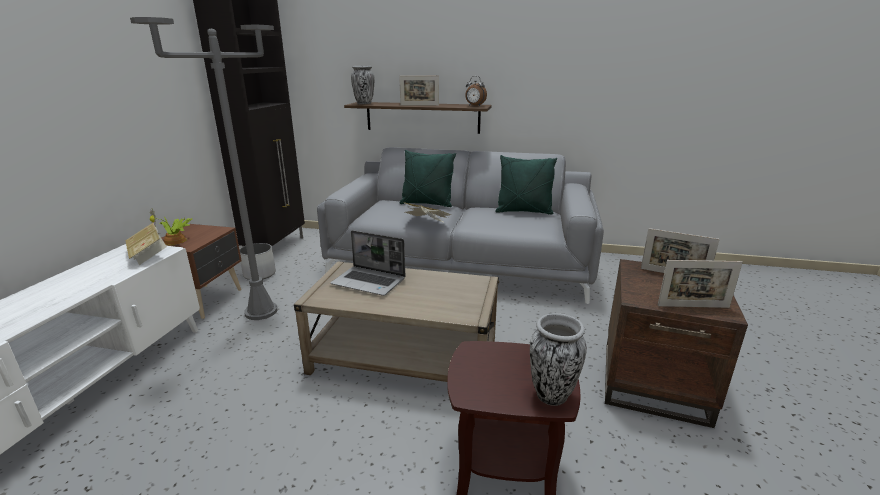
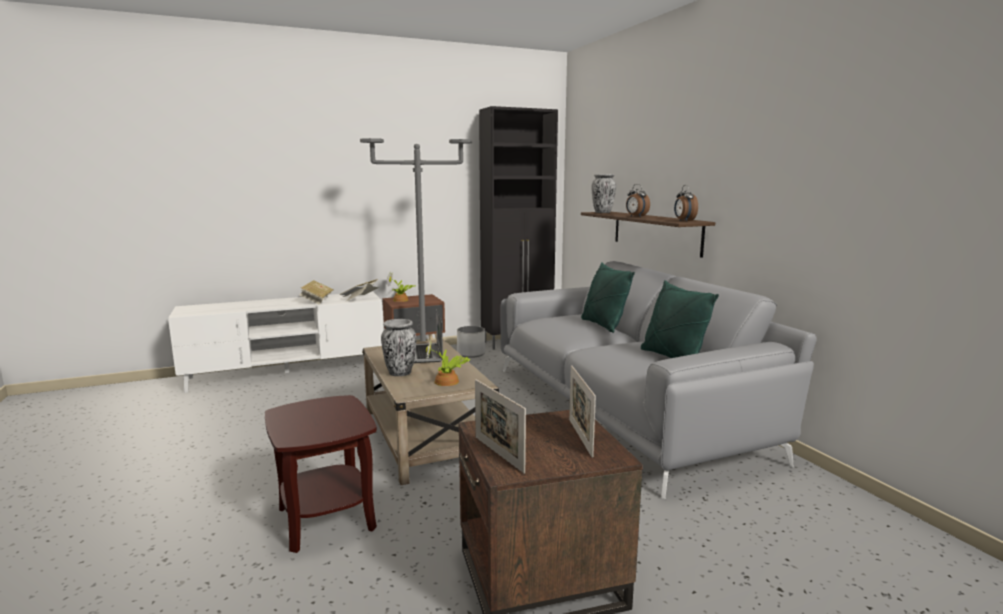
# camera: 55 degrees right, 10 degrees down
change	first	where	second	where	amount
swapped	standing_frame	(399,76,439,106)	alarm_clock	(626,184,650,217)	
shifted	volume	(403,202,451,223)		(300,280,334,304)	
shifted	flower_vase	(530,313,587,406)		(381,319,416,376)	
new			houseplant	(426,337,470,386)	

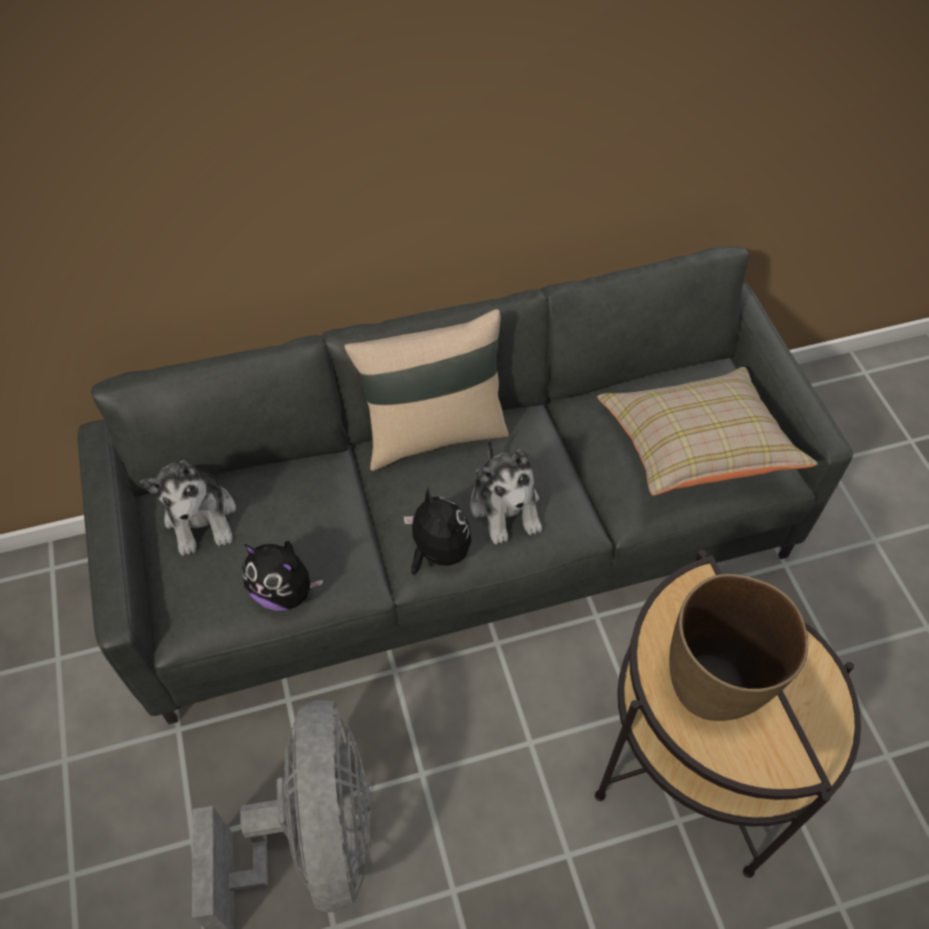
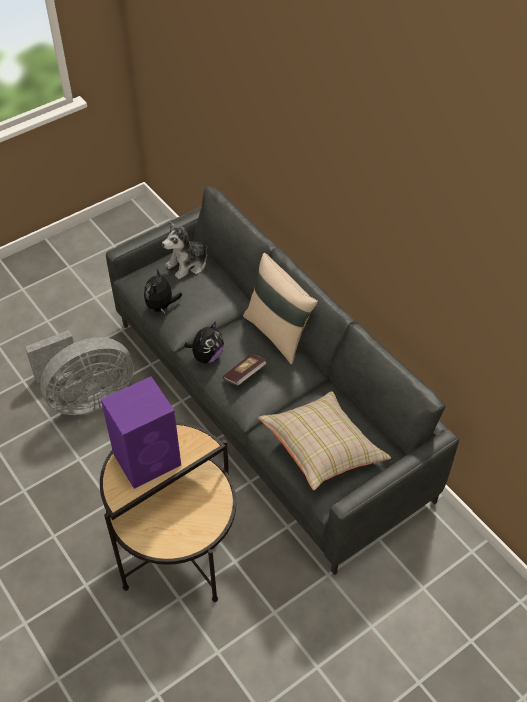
# camera: 70 degrees right, 5 degrees down
change	first	where	second	where	amount
swapped	plush_toy	(470,437,542,545)	volume	(223,354,267,386)	
swapped	brown_flower_vase	(669,574,808,721)	purplish_loudspeaker	(101,376,181,489)	

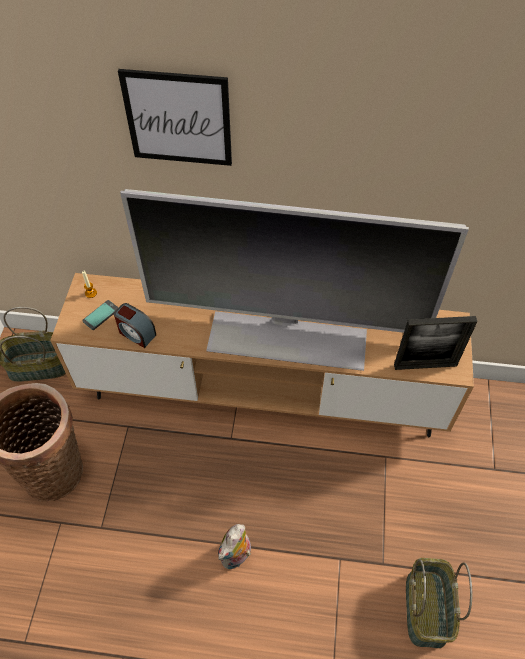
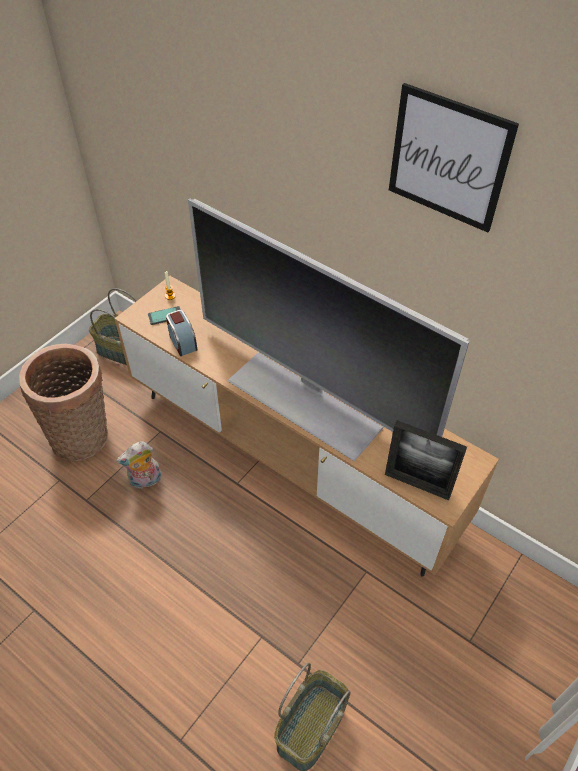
# camera: 30 degrees right, 5 degrees down
change	first	where	second	where	amount
shifted	wall_picture	(118,69,232,166)		(389,83,519,232)	
shifted	plush_toy	(218,524,251,570)		(116,441,161,489)	

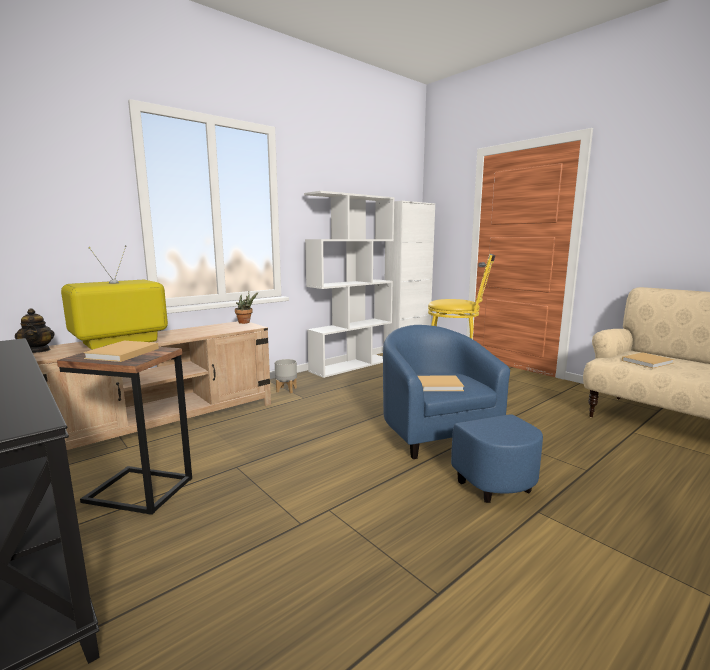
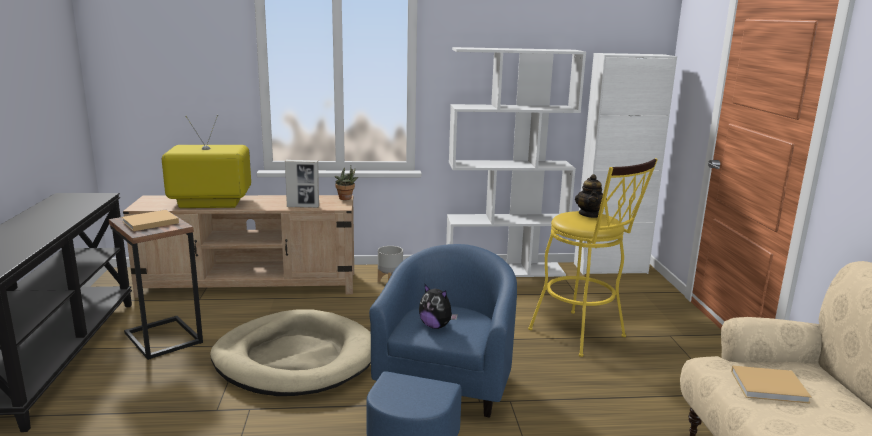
# camera: 35 degrees right, 5 degrees up
change	first	where	second	where	amount
shifted	teapot	(15,308,55,353)		(575,174,607,218)	
swapped	sand-coloured_volume	(418,376,464,391)	plush_toy	(419,284,458,329)	
new			sand-coloured_dog_bed	(210,310,371,396)	
new			standing_frame	(285,160,319,208)	

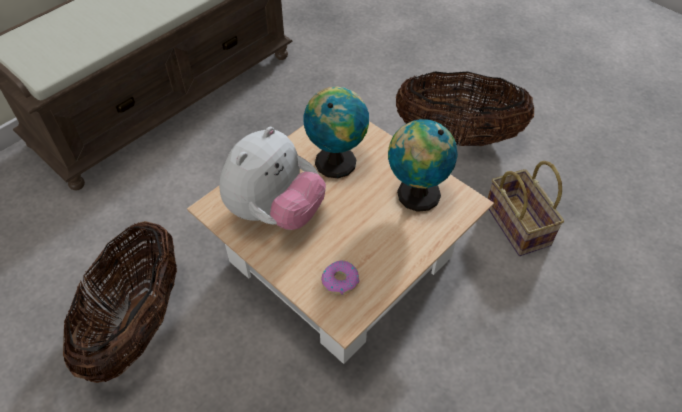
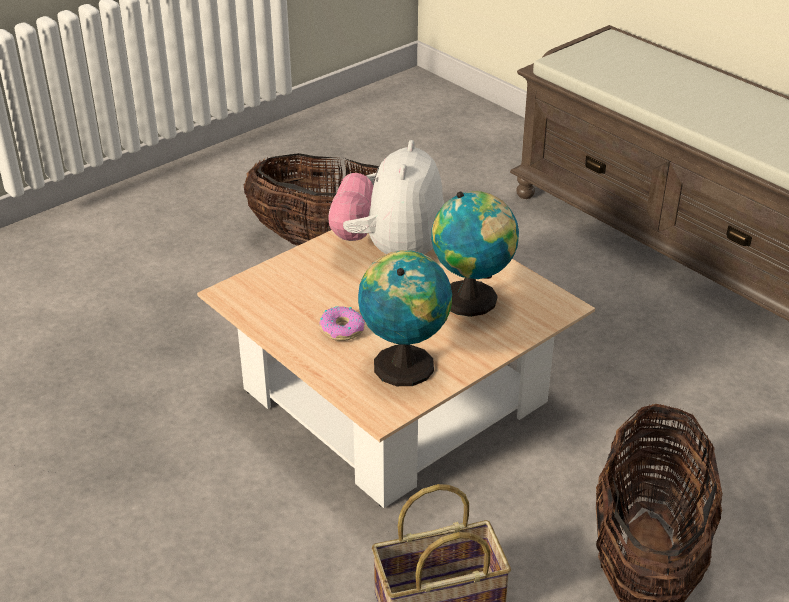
# camera: 95 degrees right, 15 degrees down
change	first	where	second	where	amount
rotated	plush_toy	(219,127,326,230)		(328,140,444,254)	60 degrees clockwise
shifted	donut	(321,261,360,295)		(320,306,365,341)	

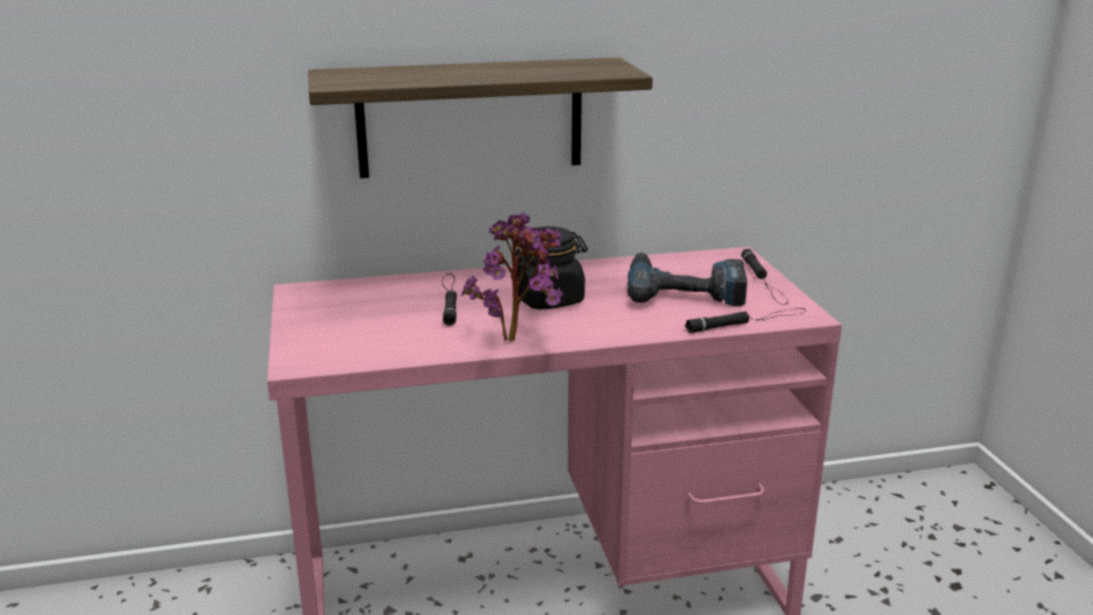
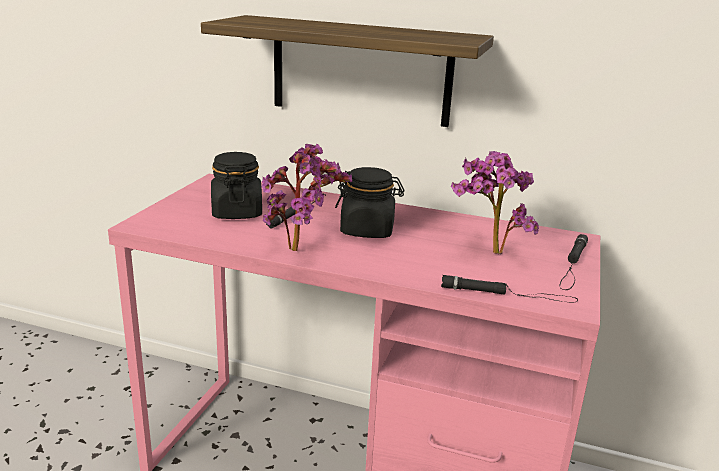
# camera: 30 degrees right, 0 degrees up
change	first	where	second	where	amount
swapped	power_drill	(627,252,747,306)	houseplant	(451,151,539,254)	
new			blackish_preserve_jar	(211,152,262,219)	

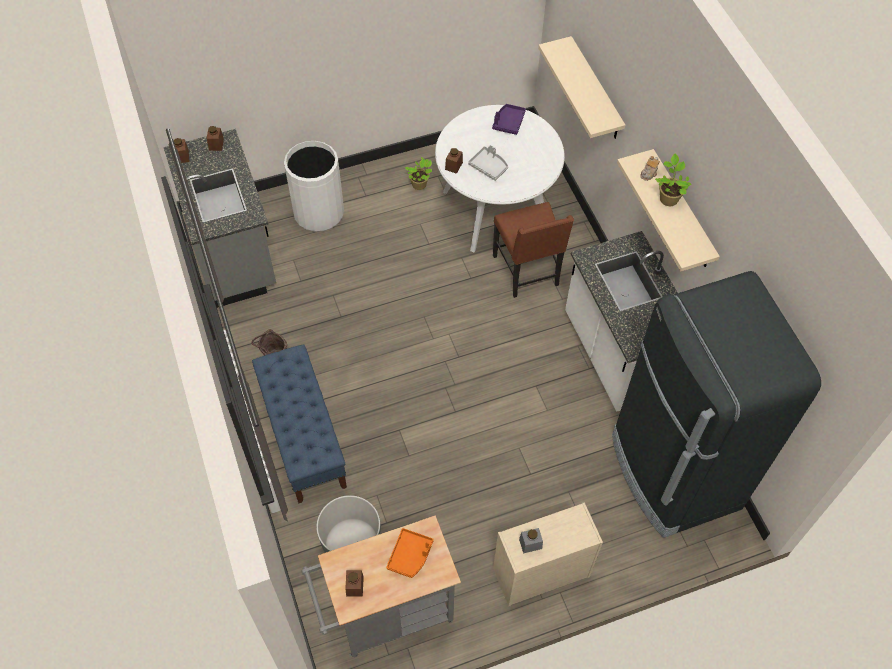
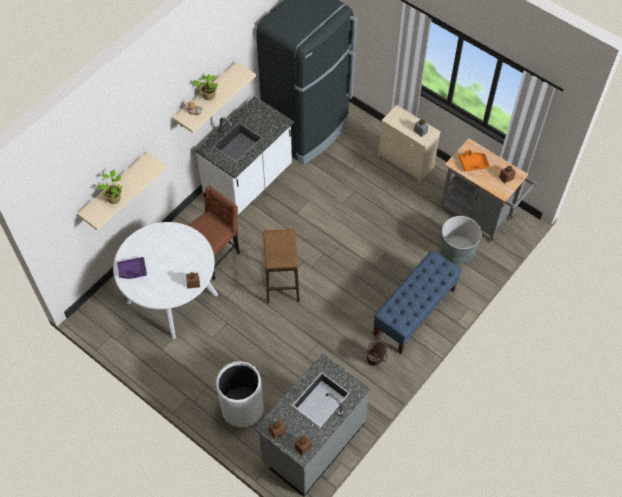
# camera: 120 degrees left, 0 degrees up
change	first	where	second	where	amount
shifted	houseplant	(405,157,432,190)		(97,169,122,204)	
gone	greyish_serving_tray	(468,145,508,181)			
new			sitting_stool	(263,229,300,303)	

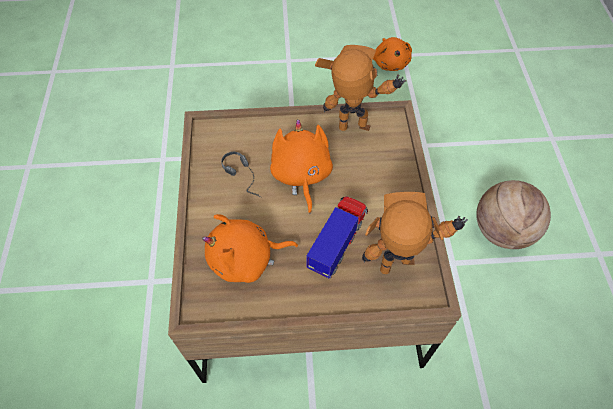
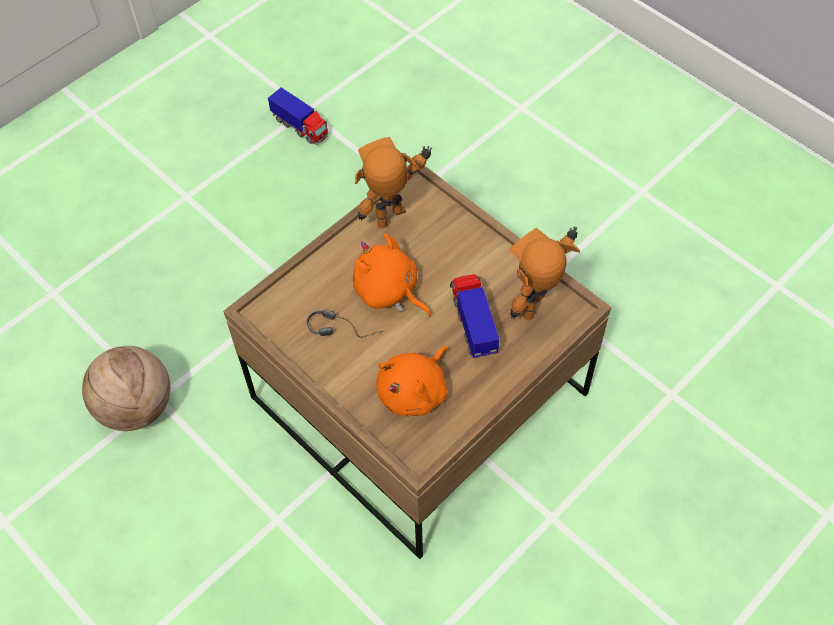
# camera: 40 degrees left, 0 degrees up
change	first	where	second	where	amount
swapped	orange_plush_toy	(373,37,412,71)	model_truck	(268,87,328,145)	
shifted	basketball_ball	(476,180,551,249)		(82,346,170,431)	

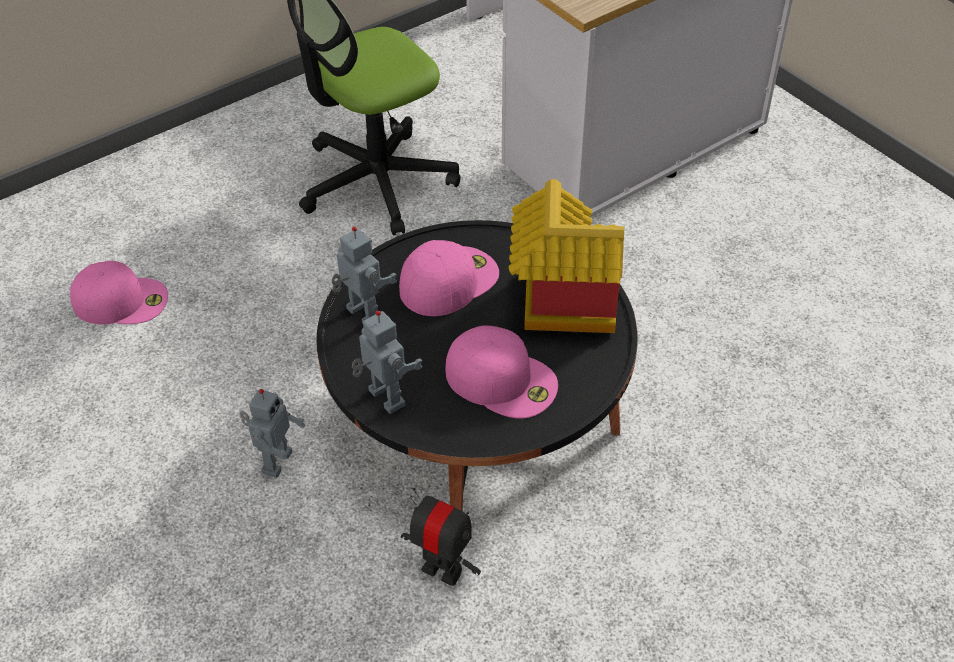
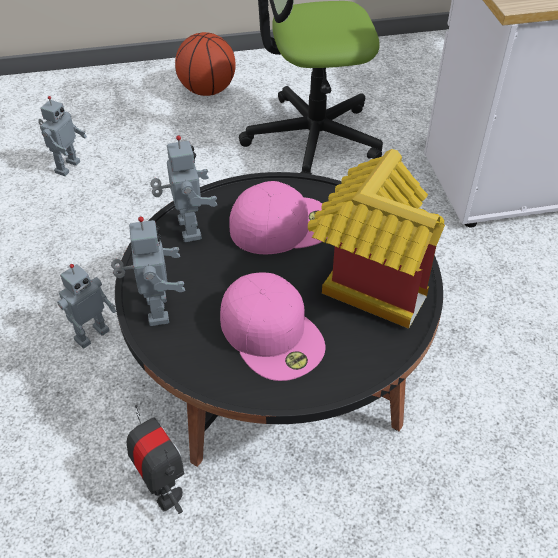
# camera: 25 degrees right, 0 degrees up
change	first	where	second	where	amount
swapped	pink-coloured_peaked_cap	(70,261,168,324)	toy_robot	(38,96,87,176)	
new			basketball_ball	(175,32,236,96)	

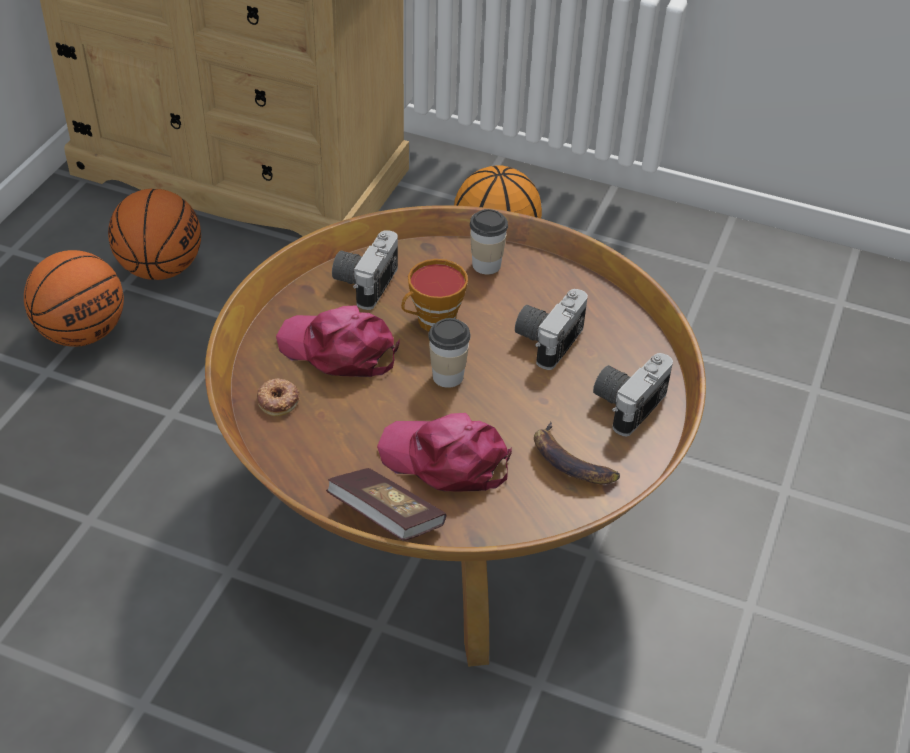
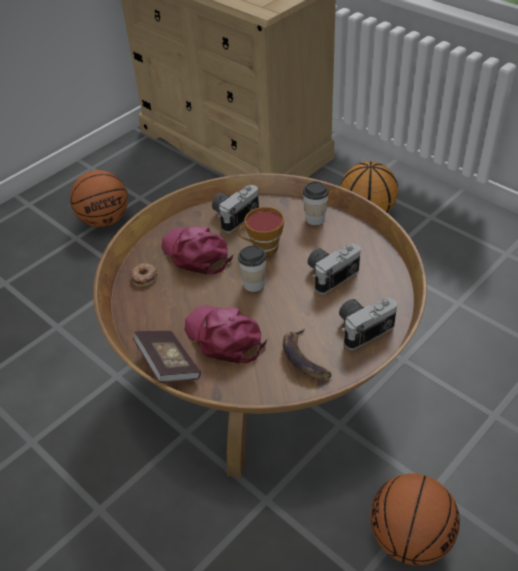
# camera: 25 degrees right, 0 degrees up
change	first	where	second	where	amount
shifted	basketball_ball	(108,189,201,280)		(370,473,460,565)	

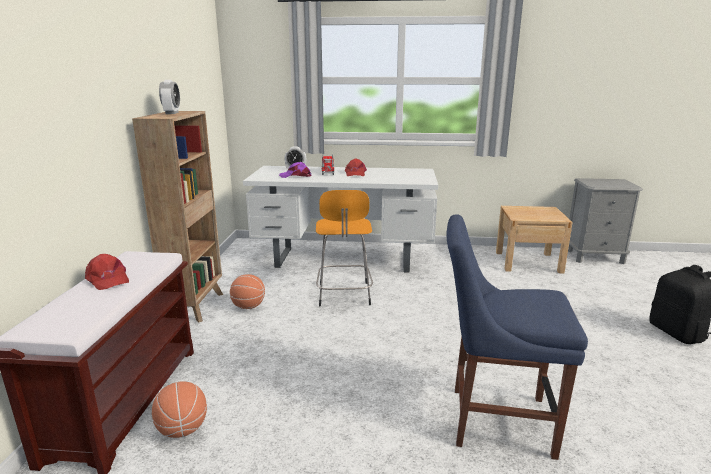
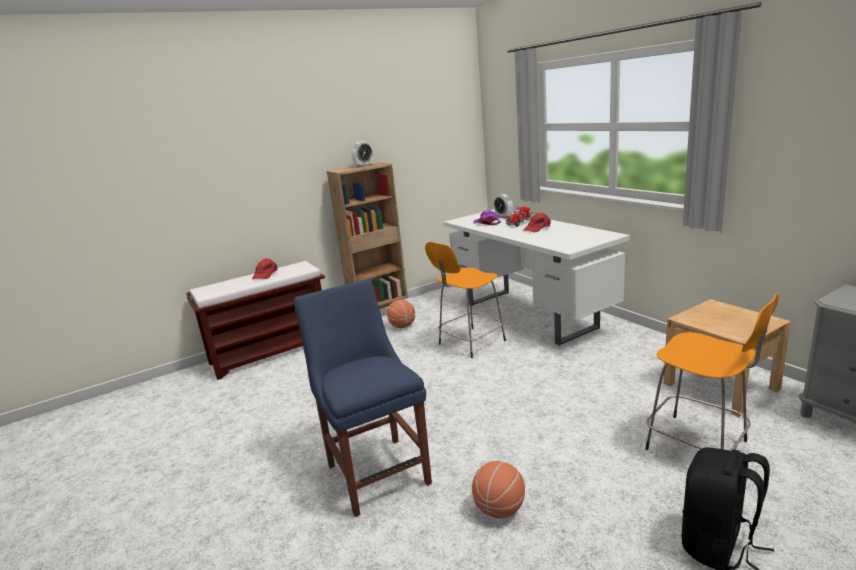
# camera: 55 degrees right, 0 degrees up
change	first	where	second	where	amount
shifted	basketball_ball	(152,382,207,438)		(472,461,525,518)	
new			orange_sitting_stool	(645,294,779,451)	

